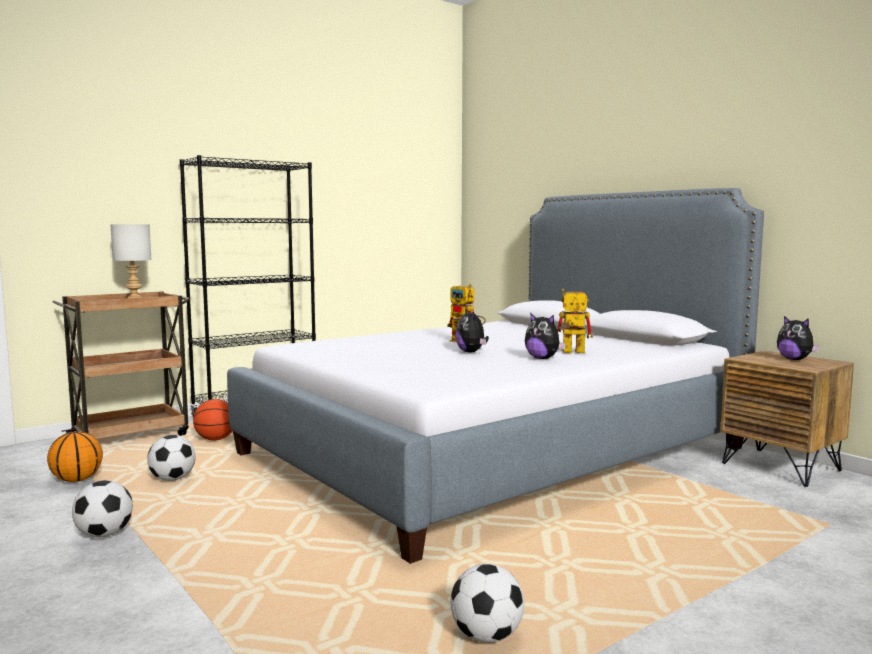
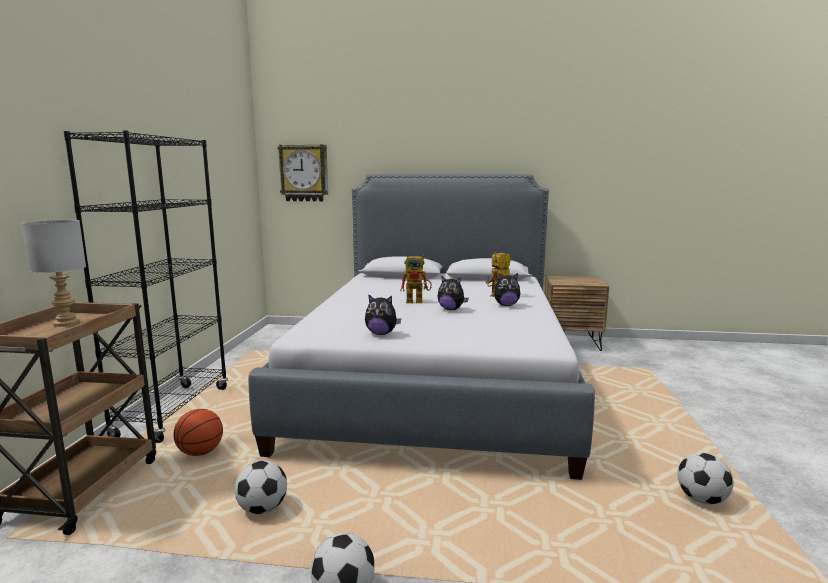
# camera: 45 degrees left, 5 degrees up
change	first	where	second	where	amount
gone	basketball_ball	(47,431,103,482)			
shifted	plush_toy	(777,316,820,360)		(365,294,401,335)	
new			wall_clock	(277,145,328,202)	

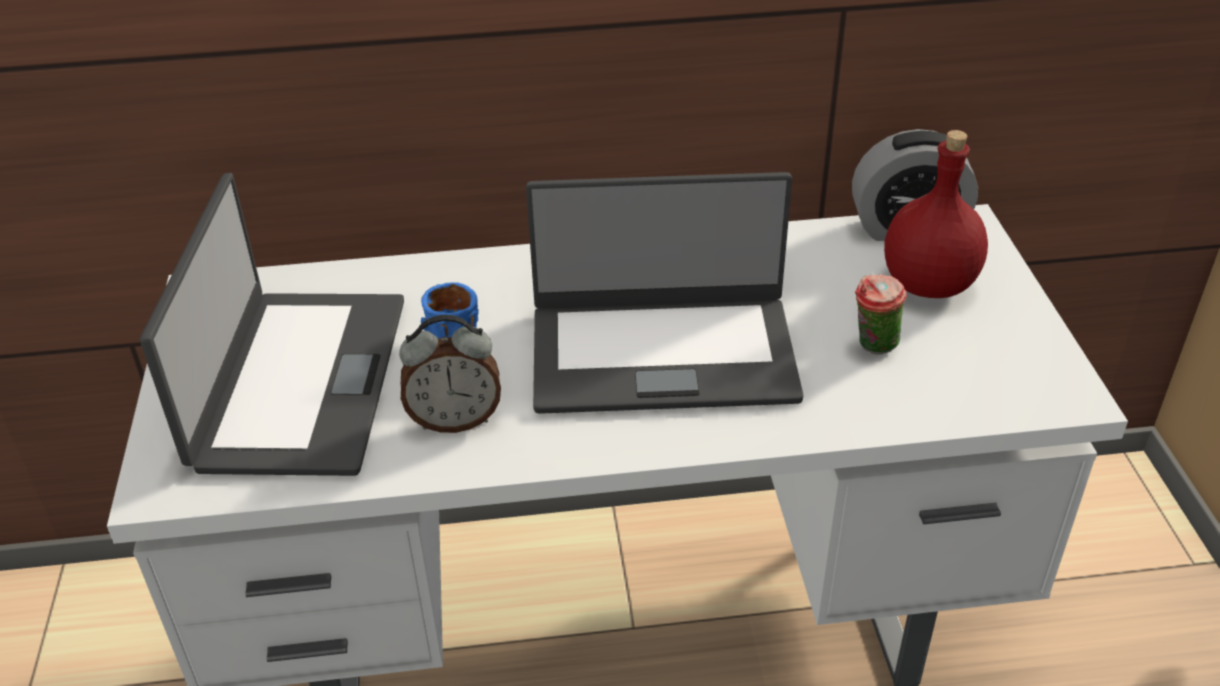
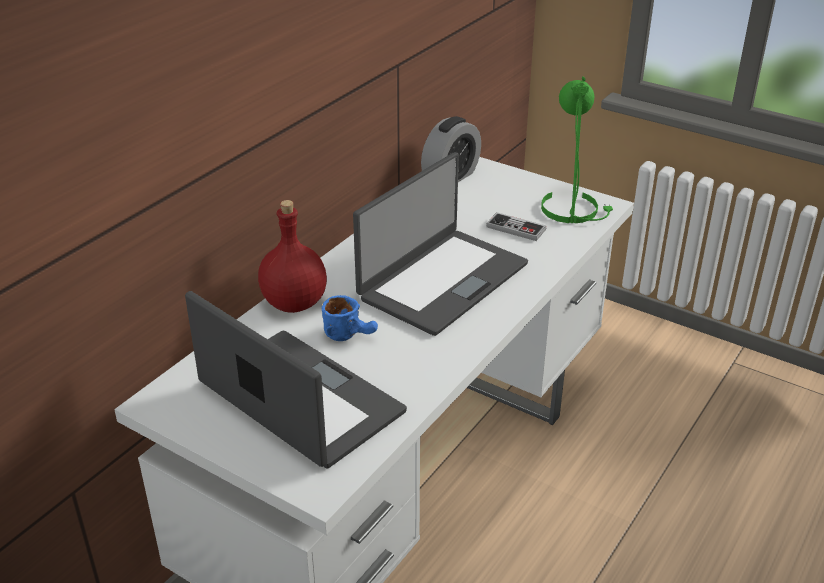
# camera: 50 degrees left, 5 degrees down
change	first	where	second	where	amount
gone	alarm_clock	(399,315,501,433)			
swapped	drinking_cup	(855,274,907,355)	game_controller	(486,212,546,241)	
shifted	red_drink_bottle	(884,130,988,298)		(258,200,327,313)	
new			green-coloured_lamp_for_a_table	(541,76,613,223)	

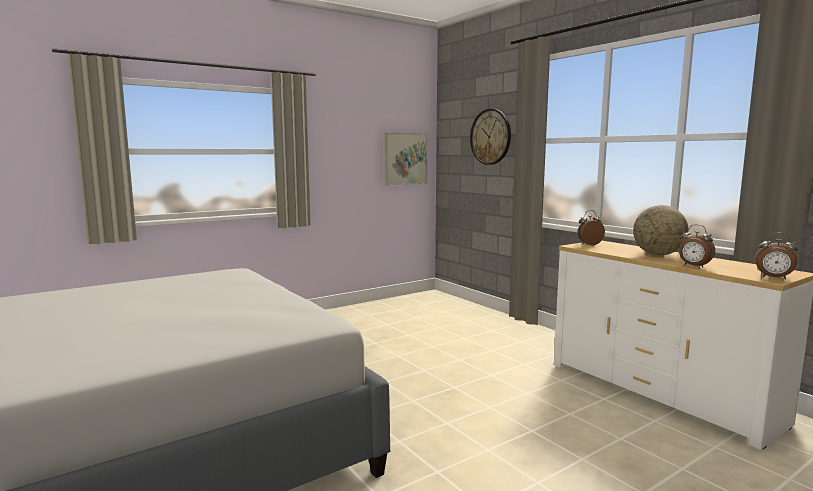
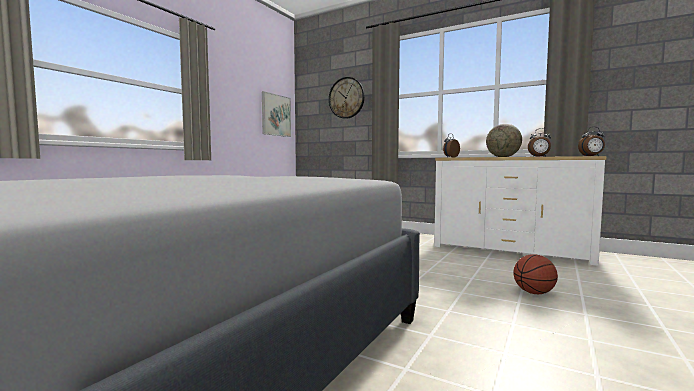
# camera: 25 degrees left, 5 degrees down
change	first	where	second	where	amount
new			basketball_ball	(513,254,558,294)	

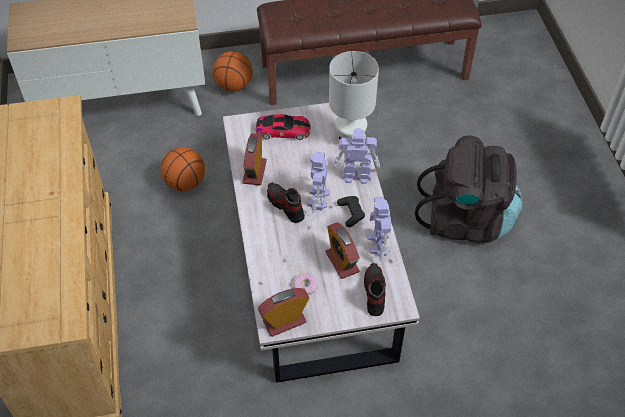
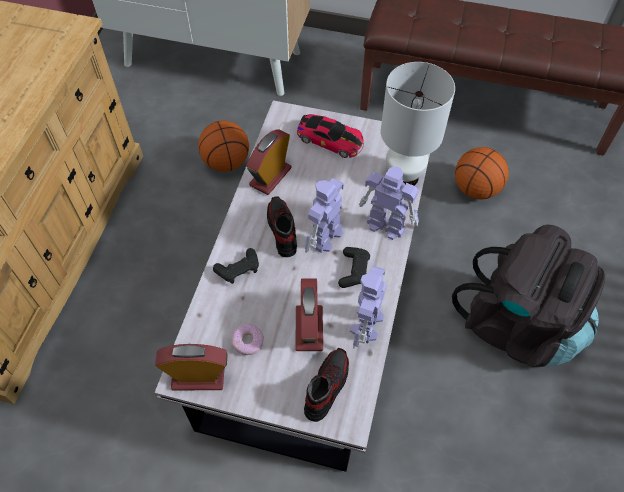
# camera: 25 degrees right, 5 degrees up
change	first	where	second	where	amount
shifted	basketball_ball	(213,51,253,92)		(455,147,509,199)	
new			blackish_game_controller	(213,248,259,284)	

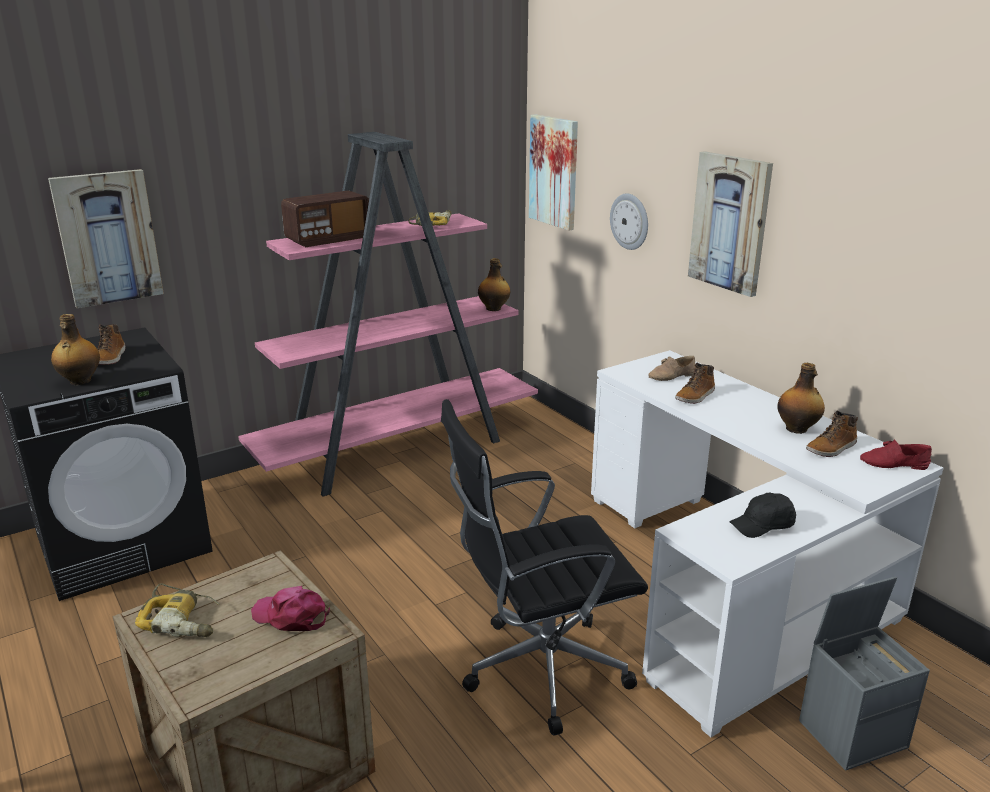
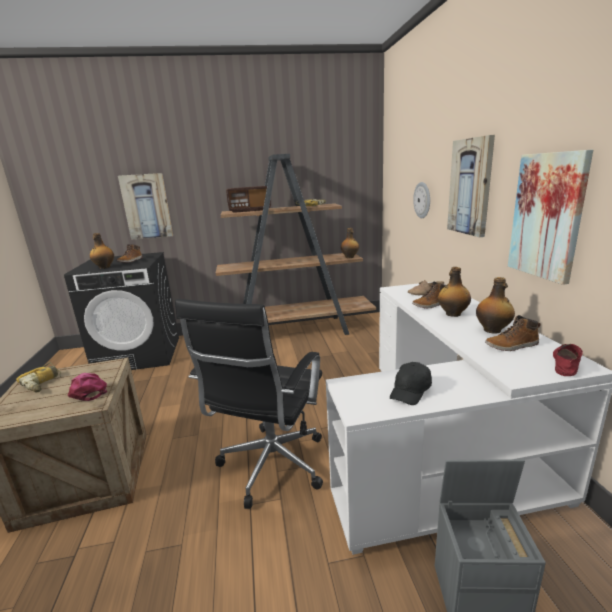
# camera: 25 degrees right, 5 degrees down
change	first	where	second	where	amount
repainted	pink-coloured_bookcase	(238,132,538,497)	brown_bookcase	(216,154,376,335)	
rotated	blackish_computer_chair	(441,399,648,736)		(175,299,323,509)	75 degrees counterclockwise
shifted	wall_picture	(529,115,578,230)		(508,150,593,285)	
rotated	blackish_peaked_cap	(729,493,796,538)		(390,362,432,405)	60 degrees counterclockwise
rotated	red_shoe	(860,440,932,470)		(553,344,583,376)	90 degrees clockwise
new			drink_bottle	(438,267,471,317)	

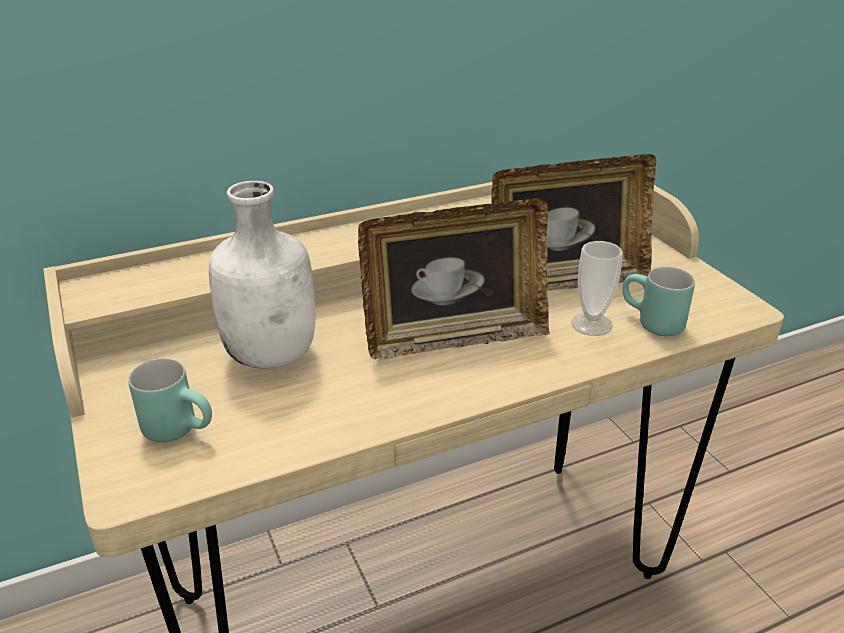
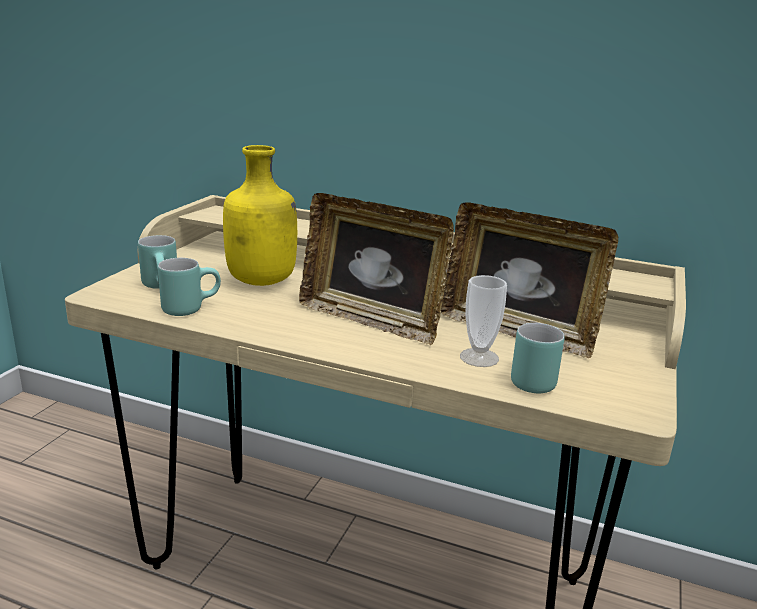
# camera: 45 degrees right, 10 degrees down
change	first	where	second	where	amount
repainted	white-coloured_drink_bottle	(209,181,315,369)	yellow-coloured_drink_bottle	(223,145,297,286)	
new			turquoise-coloured_tea_mug	(158,258,221,316)	

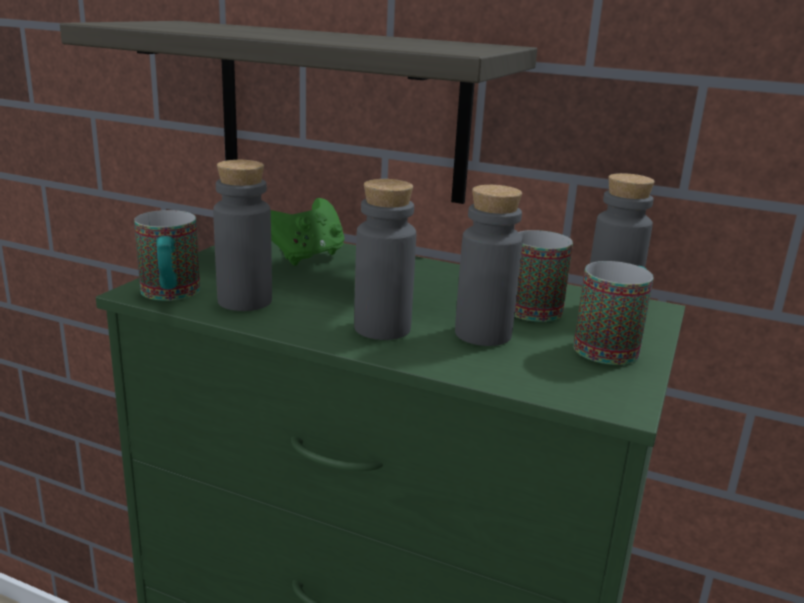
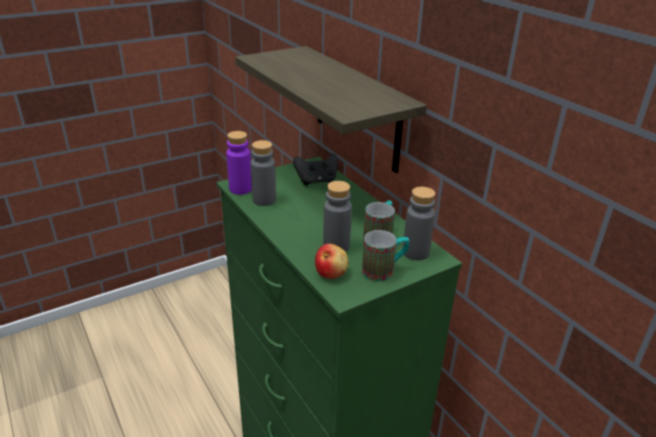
# camera: 35 degrees right, 10 degrees up
change	first	where	second	where	amount
swapped	tea_mug	(134,210,200,301)	purplish_drink_bottle	(226,131,252,195)	
repainted	green-coloured_game_controller	(271,198,344,266)	blackish_game_controller	(293,153,338,186)	
gone	greyish_drink_bottle	(354,179,416,340)			
new			apple	(315,244,349,279)	

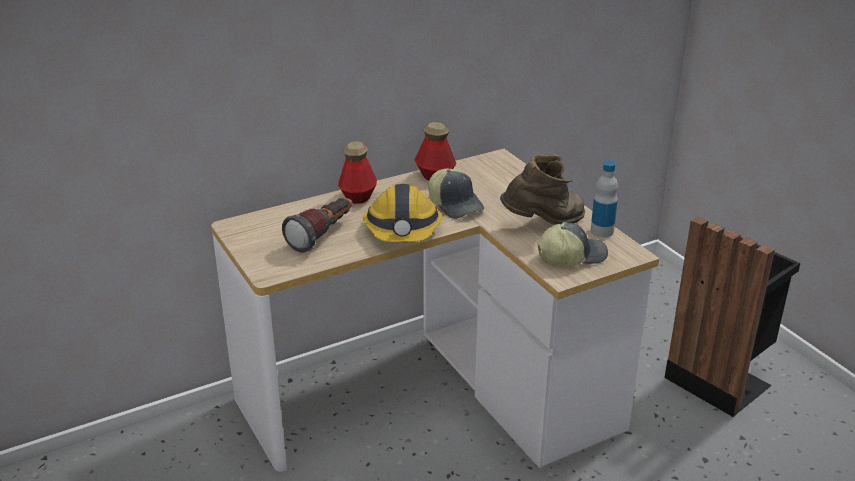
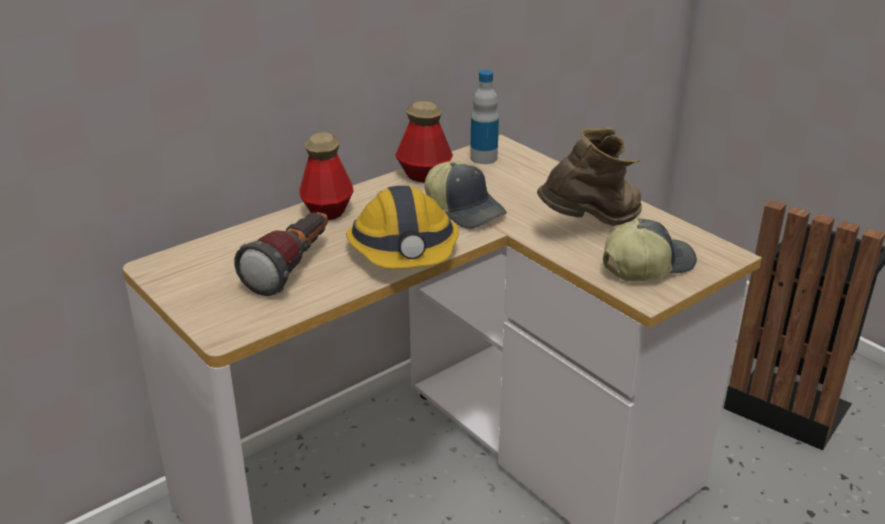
# camera: 10 degrees left, 0 degrees up
change	first	where	second	where	amount
shifted	drink_bottle	(591,161,618,237)		(470,70,499,164)	

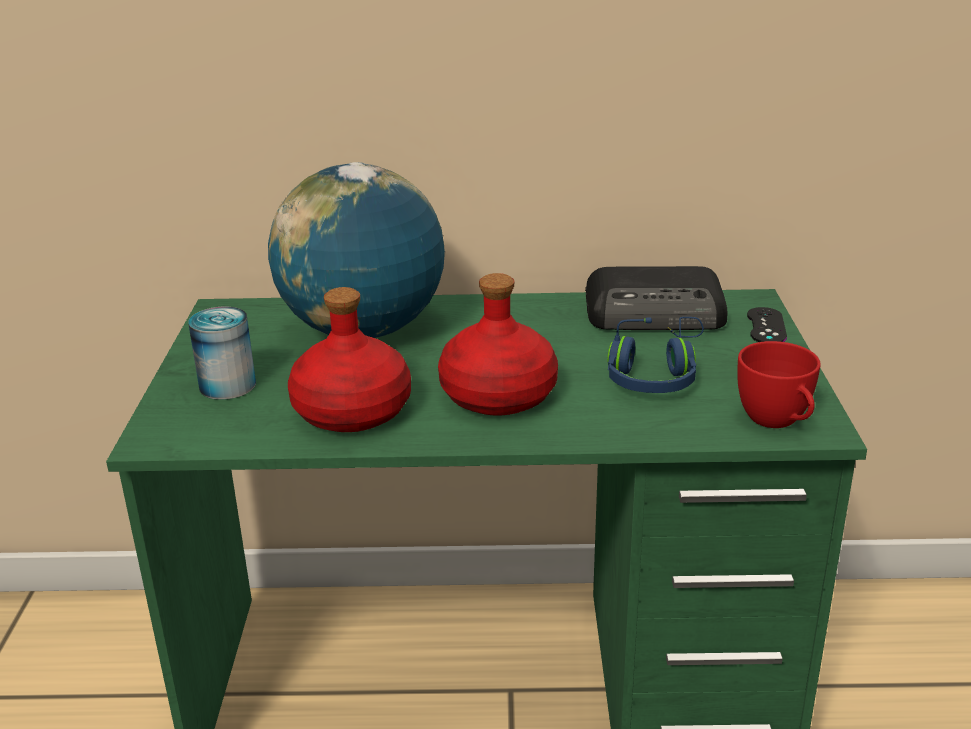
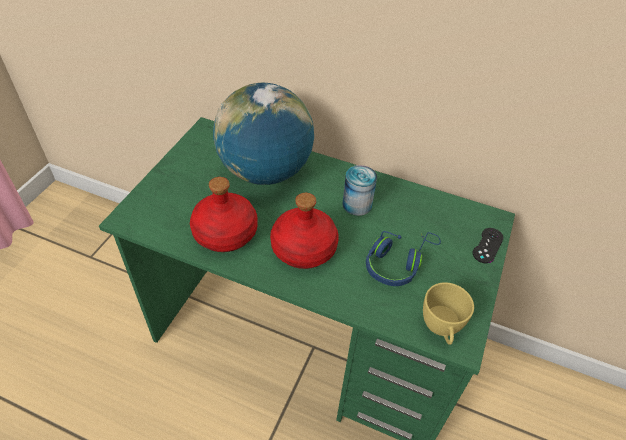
# camera: 20 degrees right, 20 degrees up
change	first	where	second	where	amount
shifted	can	(188,307,256,400)		(342,165,377,216)	
gone	radio_receiver	(585,266,727,330)			
repainted	red_drinking_cup	(737,341,821,428)	yellow-coloured_drinking_cup	(423,282,474,345)	

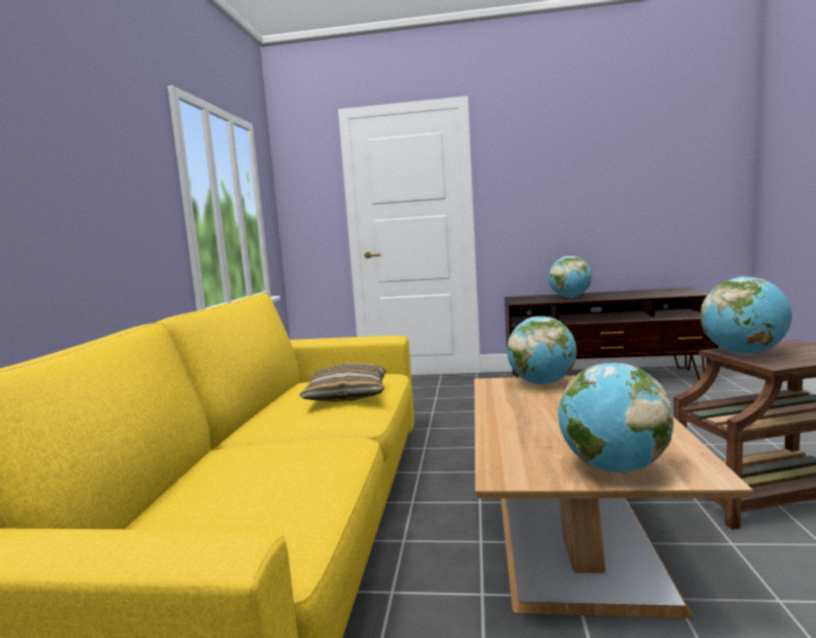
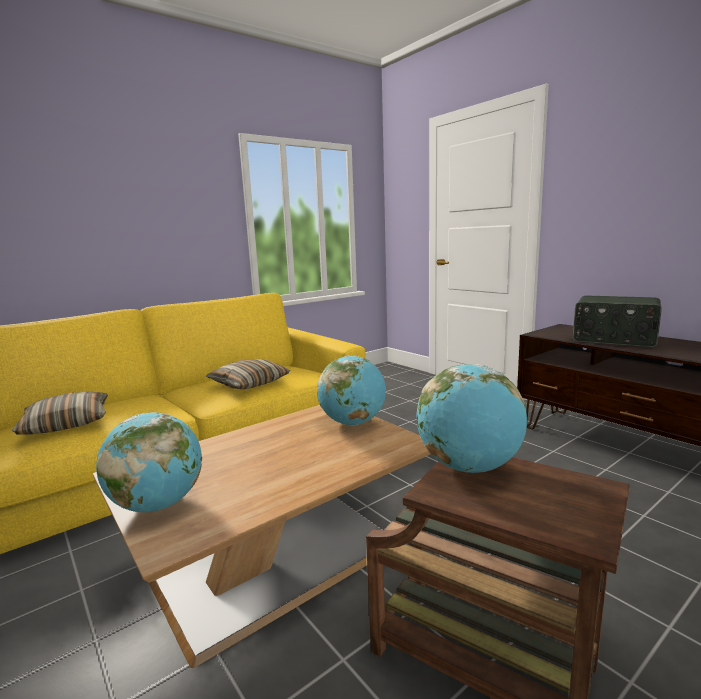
# camera: 45 degrees right, 5 degrees up
change	first	where	second	where	amount
swapped	world_globe	(549,256,592,298)	radio_receiver	(573,295,662,347)	
new			throw_pillow	(12,392,108,435)	

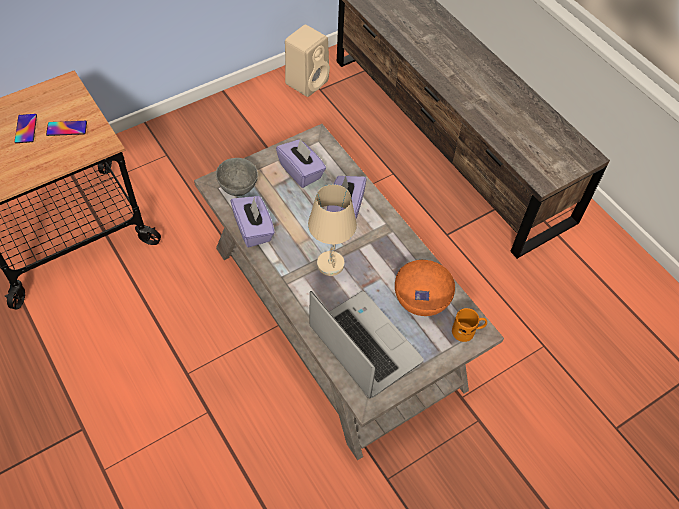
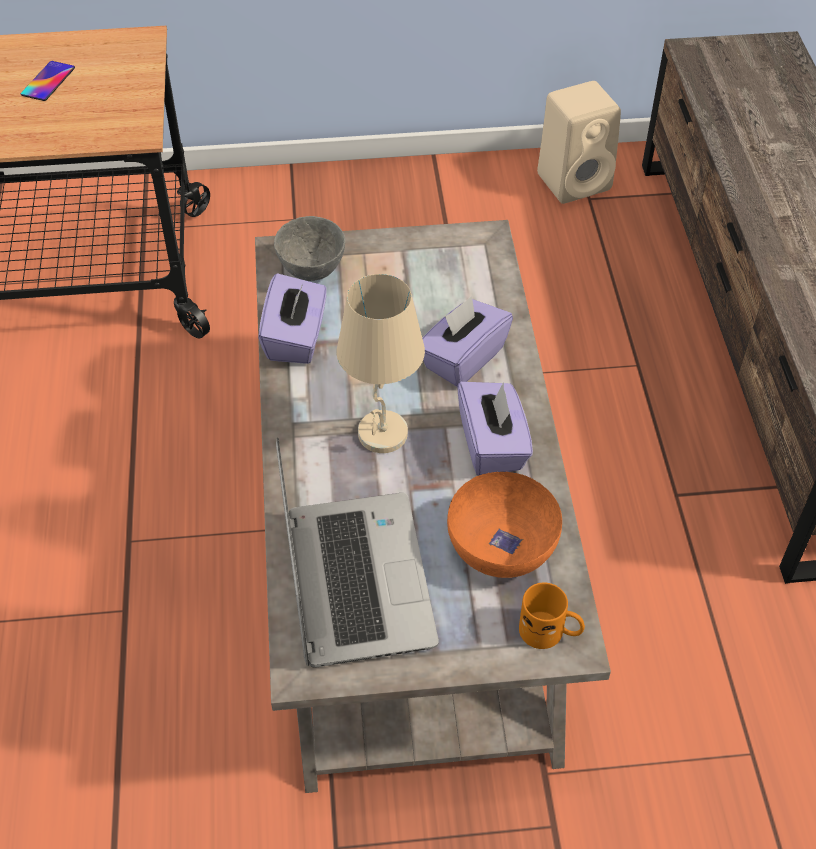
# camera: 30 degrees right, 5 degrees down
change	first	where	second	where	amount
gone	telephone	(46,121,87,136)			
shifted	purplish_tissue_box	(276,139,326,188)		(457,382,533,475)	

